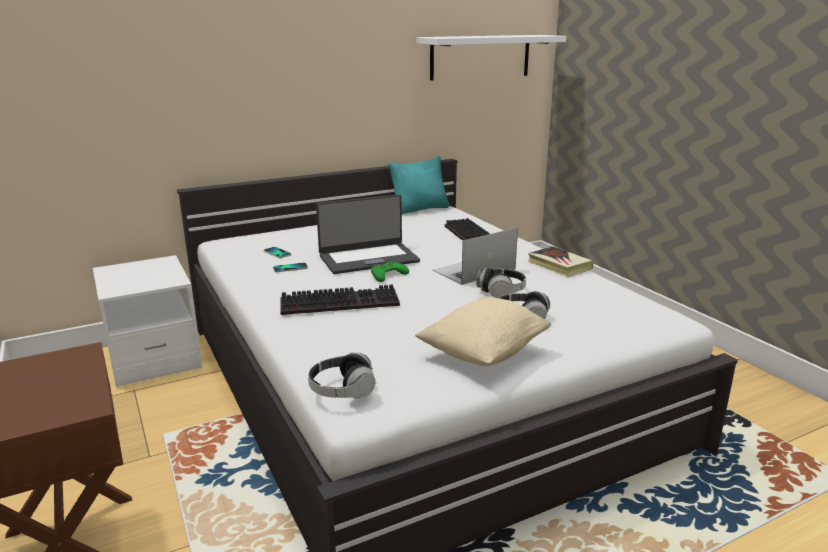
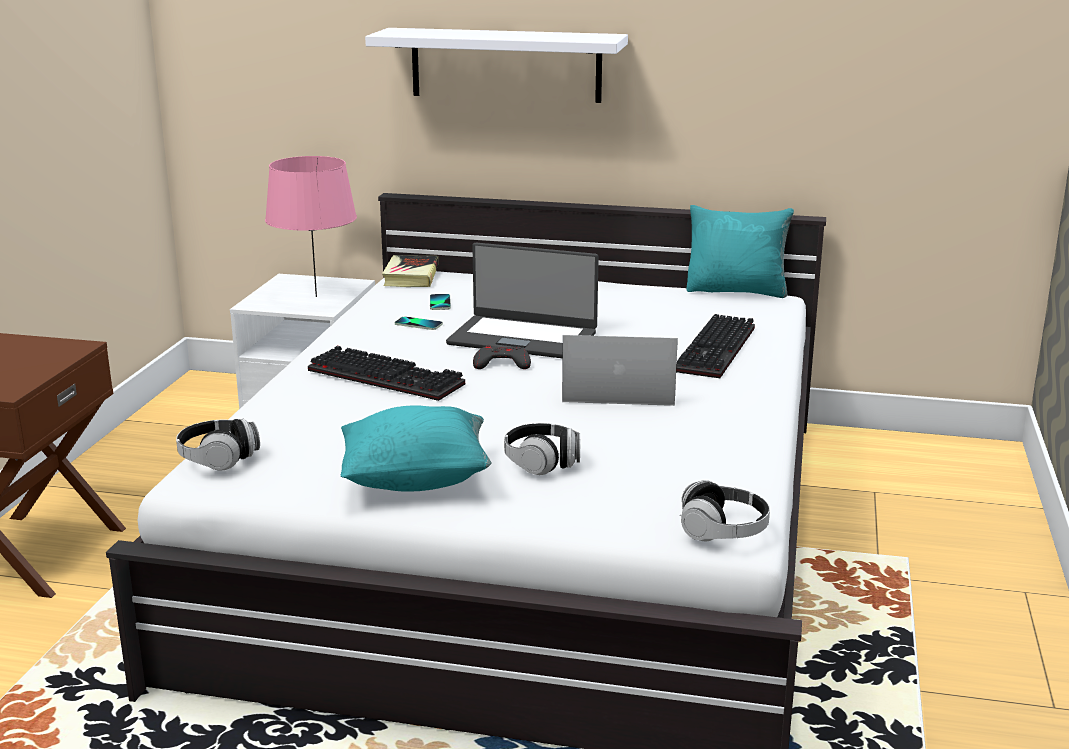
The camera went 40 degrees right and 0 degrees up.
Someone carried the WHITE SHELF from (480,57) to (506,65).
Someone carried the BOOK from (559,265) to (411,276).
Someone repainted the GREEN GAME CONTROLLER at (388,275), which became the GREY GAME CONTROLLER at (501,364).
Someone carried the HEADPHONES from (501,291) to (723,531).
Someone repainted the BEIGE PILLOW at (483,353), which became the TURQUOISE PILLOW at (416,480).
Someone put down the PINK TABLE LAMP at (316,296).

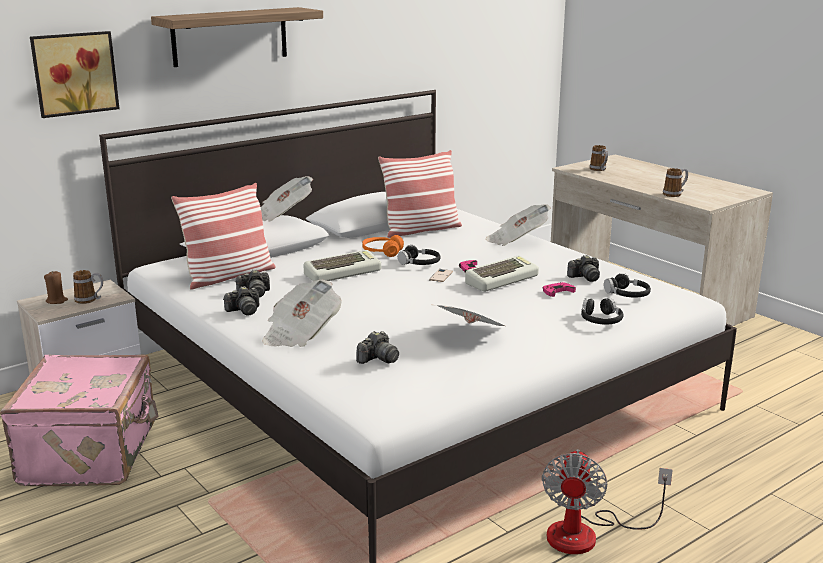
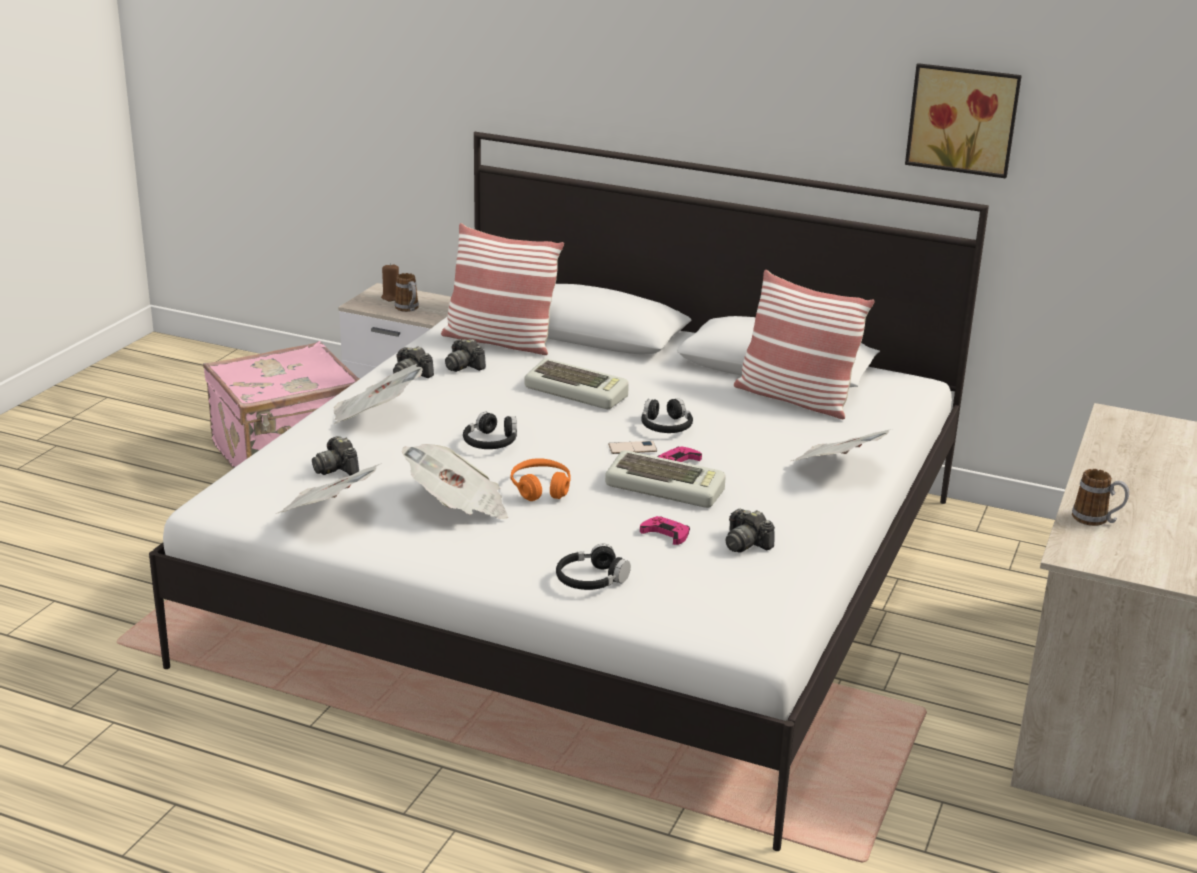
The camera went 60 degrees right and 5 degrees up.
Someone took away the SHELF at (230,36).
Someone carried the PICTURE from (74,73) to (963,119).
Someone took away the MUG at (599,170).
Someone carried the NEWSPAPER from (282,216) to (330,514).
Someone carried the ORANGE HEADPHONES from (382,252) to (540,489).
Someone carried the BLACK HEADPHONES from (627,294) to (491,442).
Someone rotated the PHOTO CAMERA at (378,359) by 45 degrees clockwise.
Someone took away the FAN at (587,534).

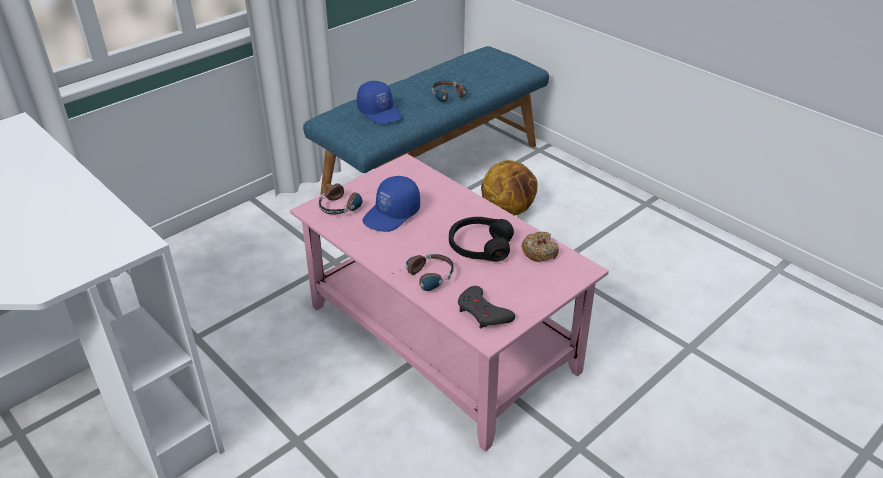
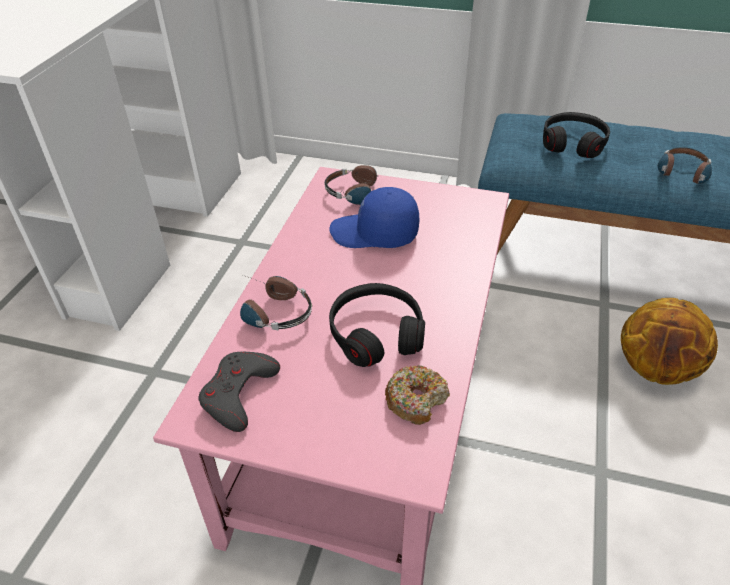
The camera went 60 degrees right and 5 degrees up.
Someone swapped the BLUE CAP at (380,112) for the BLACK HEADPHONES at (573,143).

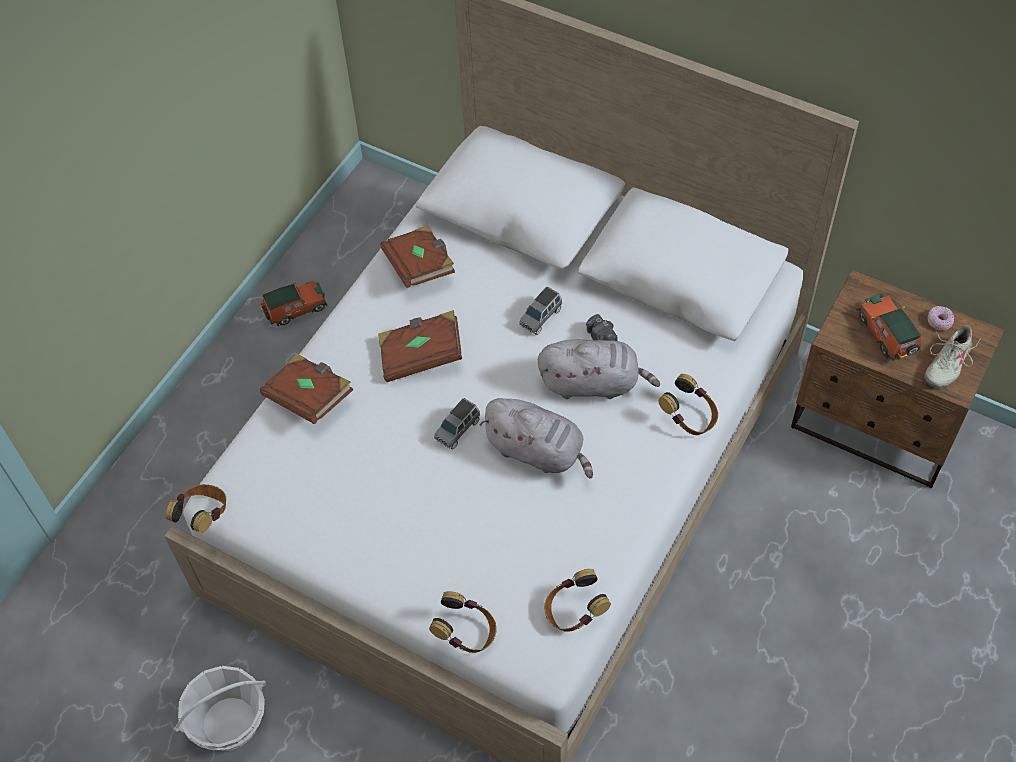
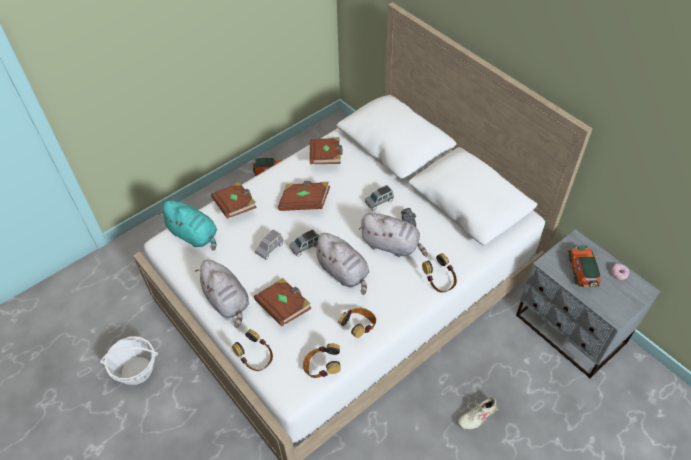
The camera went 20 degrees right and 5 degrees down.
Someone repainted the BROWN NIGHTSTAND at (877,424), which became the GREY NIGHTSTAND at (570,330).
Someone carried the BEIGE SHOE from (947,363) to (477,416).
Someone carried the HEADPHONES from (203,515) to (359,327).
Someone put down the TURQUOISE PLUSH TOY at (194,235).
Someone put down the GREY TOY CAR at (270,248).
Someone put down the GREY PLUSH TOY at (227,301).
Someone put down the BROWN BOOK at (284,307).

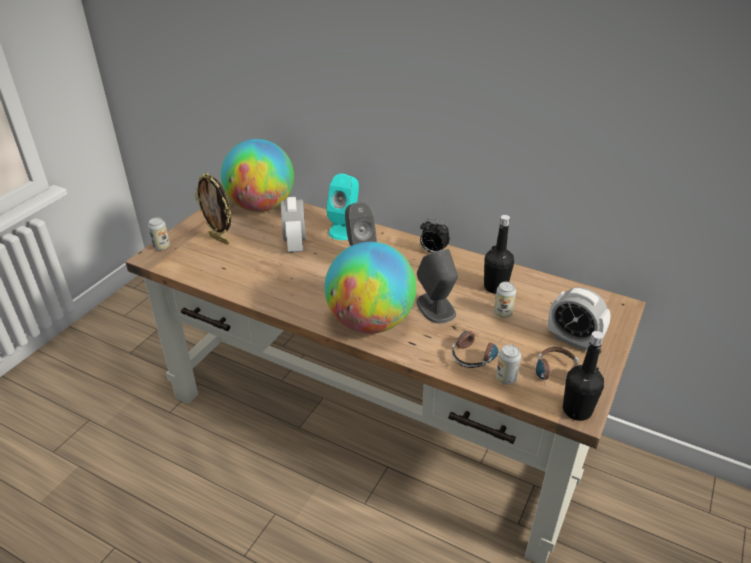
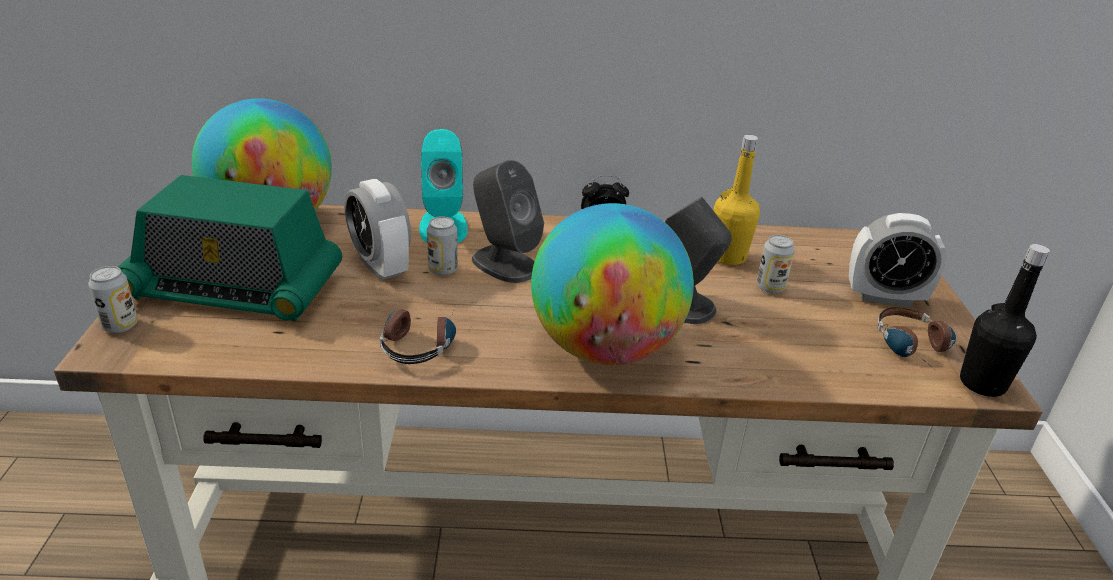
The camera went 30 degrees left and 5 degrees down.
Someone swapped the PICTURE FRAME at (220,239) for the RADIO at (234,288).
Someone repainted the BLACK BOTTLE at (495,287), which became the YELLOW BOTTLE at (728,257).
Someone carried the HEADPHONES from (476,353) to (420,341).
Someone carried the CAN from (506,378) to (443,270).

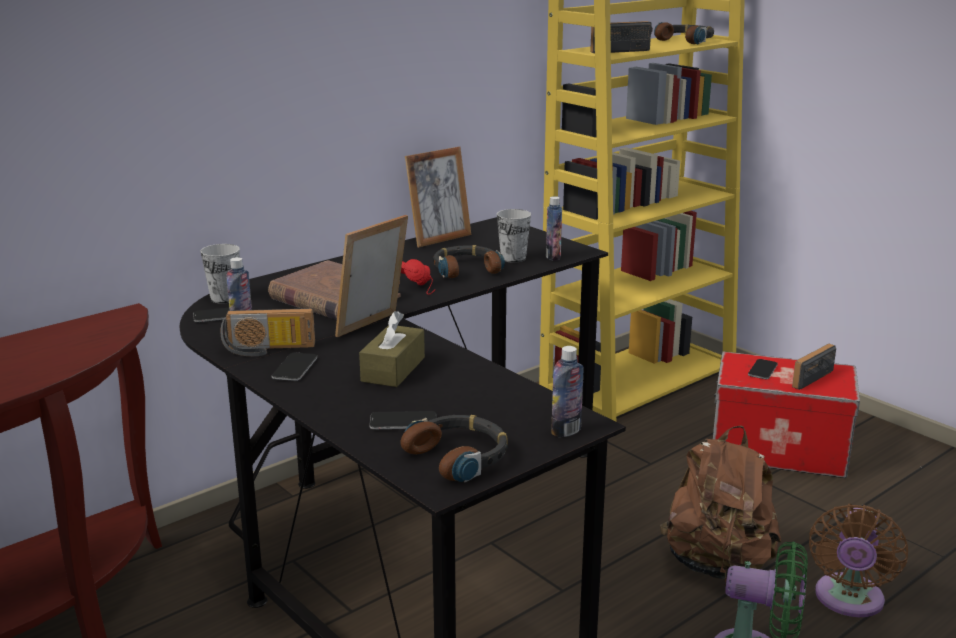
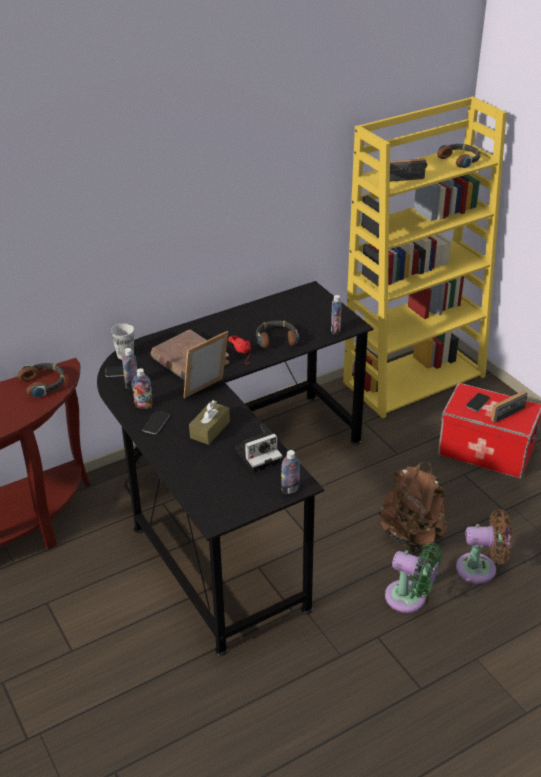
The camera went 10 degrees right and 15 degrees up.
Someone took away the PICTURE FRAME at (439,239).
Someone took away the CUP at (513,258).
Someone swapped the RADIO at (268,350) for the BOTTLE at (144,405).
Someone took away the PHONE at (403,422).
Someone carried the HEADPHONES from (459,456) to (44,383).
Someone rotated the BROWN FAN at (848,601) by 120 degrees counterclockwise.
Someone put down the PHOTO CAMERA at (260,454).

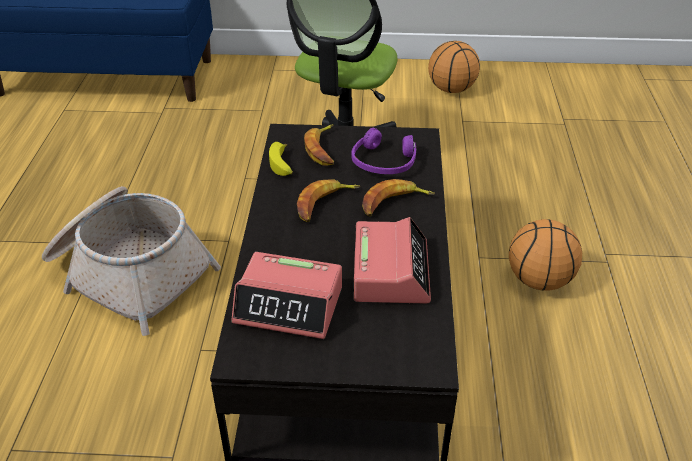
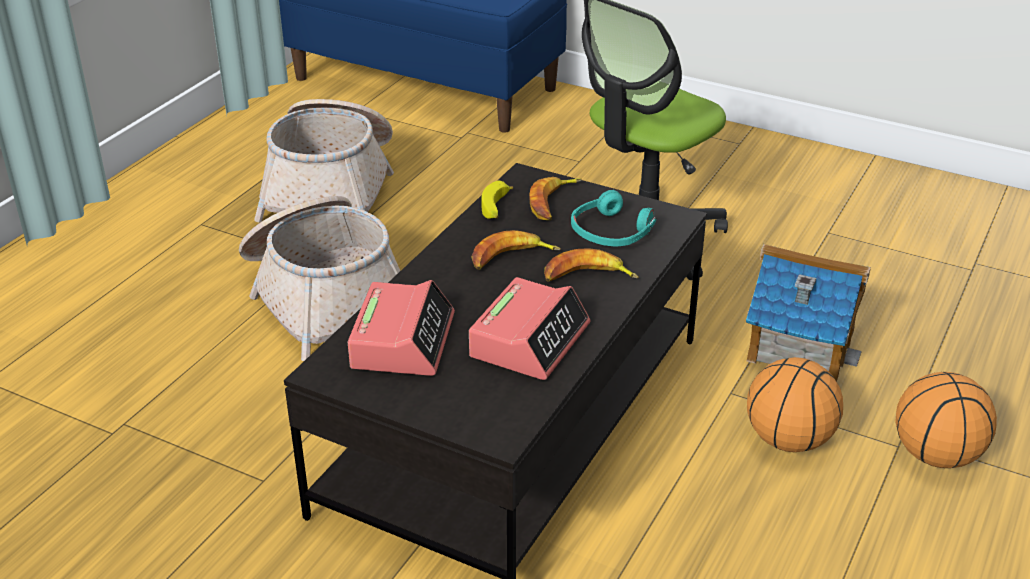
The camera went 25 degrees right and 5 degrees down.
Someone carried the BASKETBALL from (451,90) to (935,456).
Someone repainted the PURPLE HEADPHONES at (384,162), which became the TURQUOISE HEADPHONES at (611,232).
Someone rotated the ALARM CLOCK at (289,305) by 120 degrees counterclockwise.
Someone put down the BASKET at (332,187).
Someone put down the TOY HOUSE at (800,345).

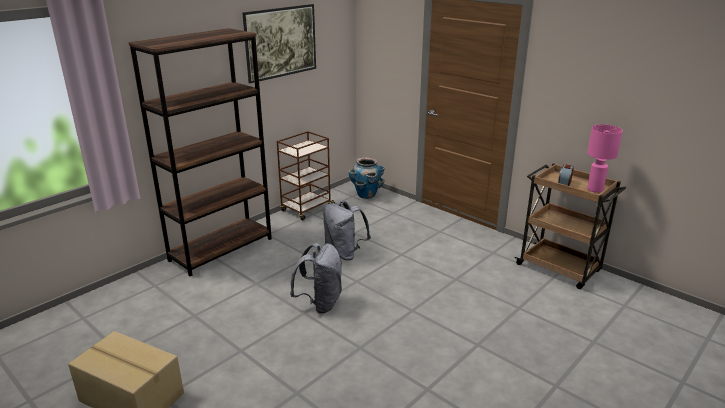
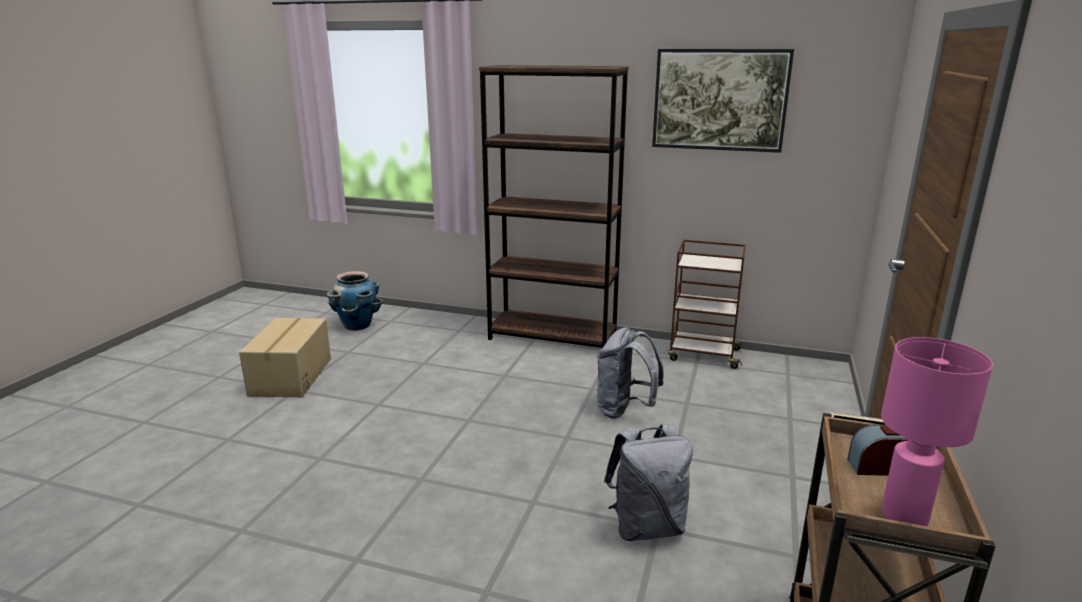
The camera went 65 degrees right and 5 degrees down.
Someone carried the PLANTER from (366,195) to (357,325).
Someone carried the GREY BACKPACK from (320,303) to (646,527).

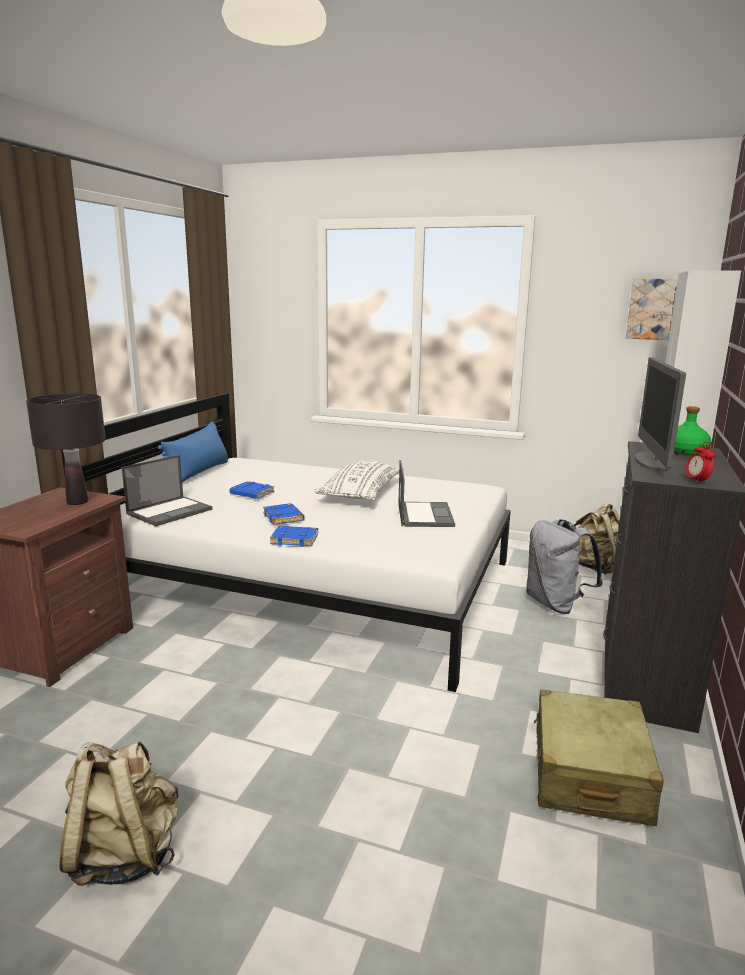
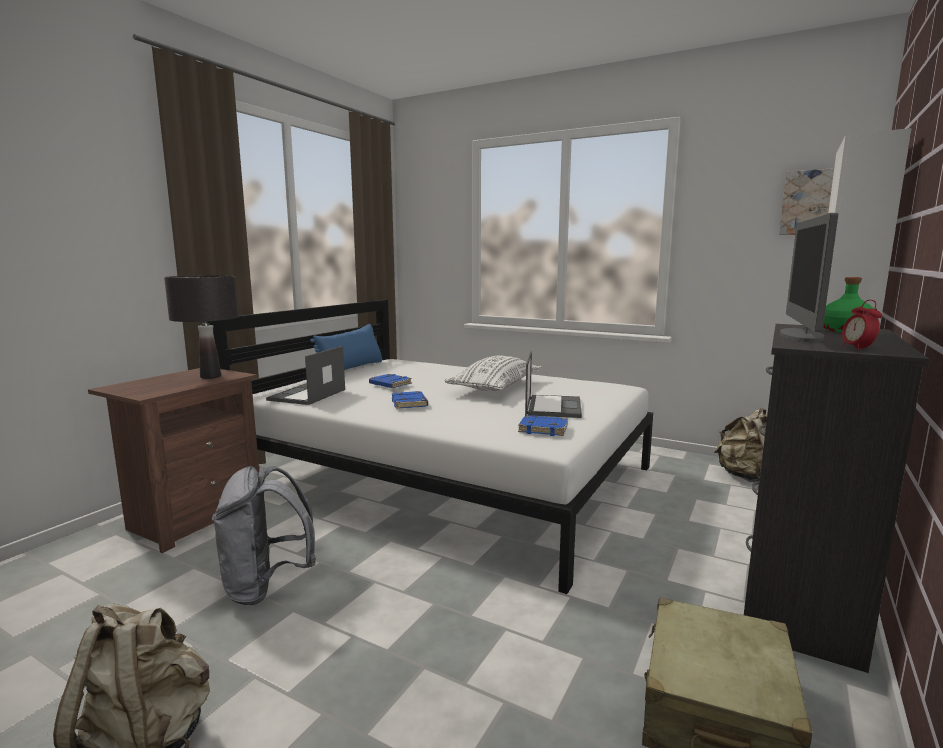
The camera went 10 degrees right and 5 degrees down.
Someone rotated the LAPTOP at (170,511) by 150 degrees clockwise.
Someone carried the GREY BACKPACK from (556,604) to (267,586).
Someone carried the BLUE BOOK from (295,539) to (544,429).

